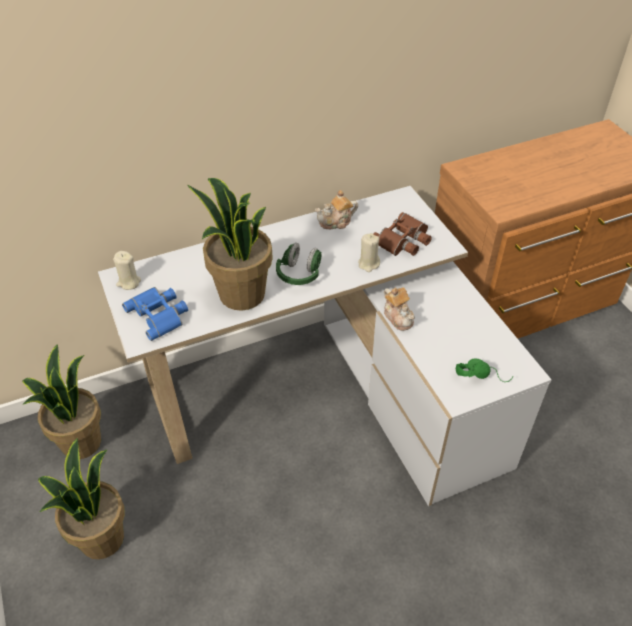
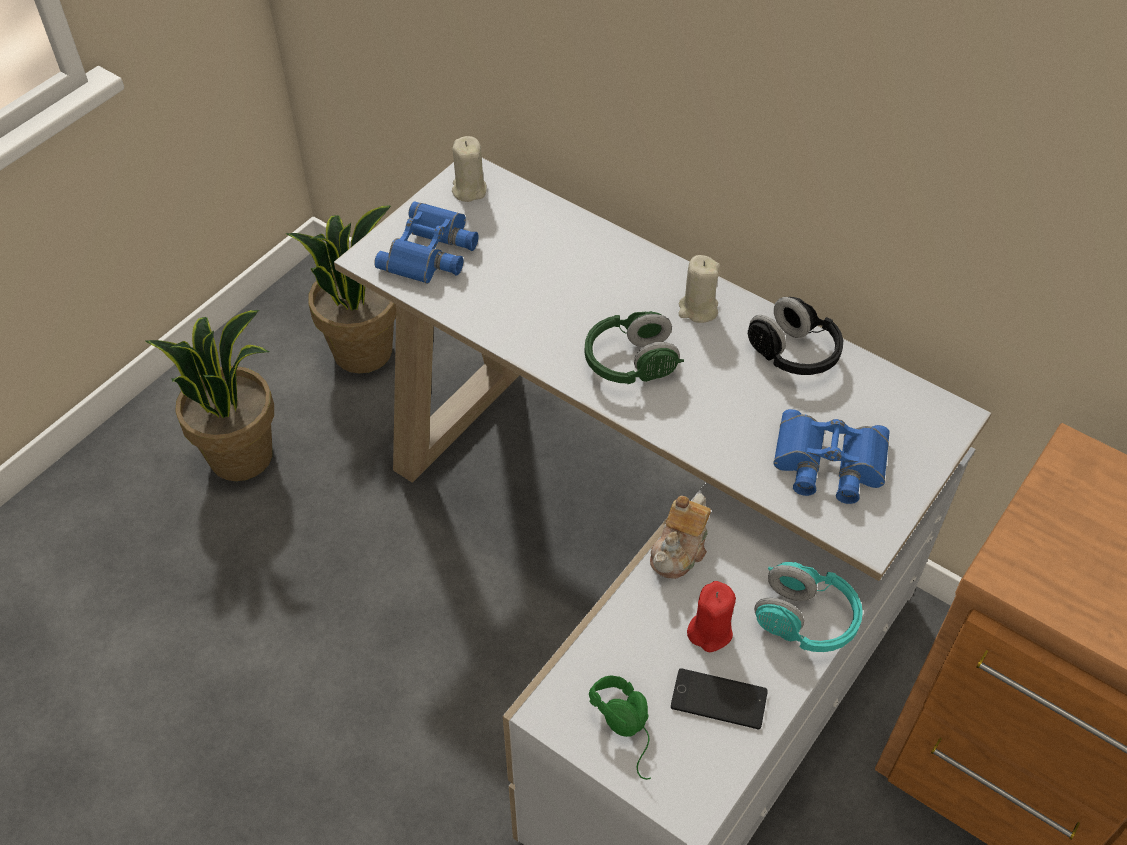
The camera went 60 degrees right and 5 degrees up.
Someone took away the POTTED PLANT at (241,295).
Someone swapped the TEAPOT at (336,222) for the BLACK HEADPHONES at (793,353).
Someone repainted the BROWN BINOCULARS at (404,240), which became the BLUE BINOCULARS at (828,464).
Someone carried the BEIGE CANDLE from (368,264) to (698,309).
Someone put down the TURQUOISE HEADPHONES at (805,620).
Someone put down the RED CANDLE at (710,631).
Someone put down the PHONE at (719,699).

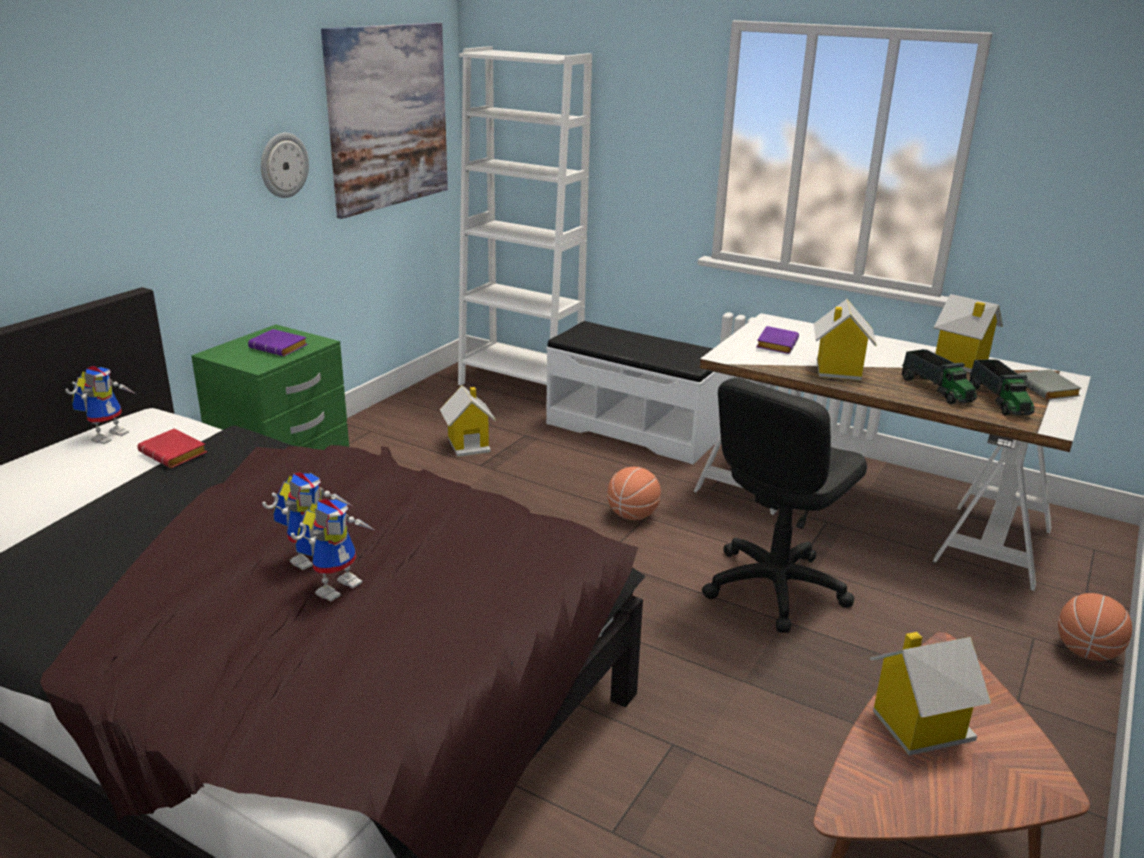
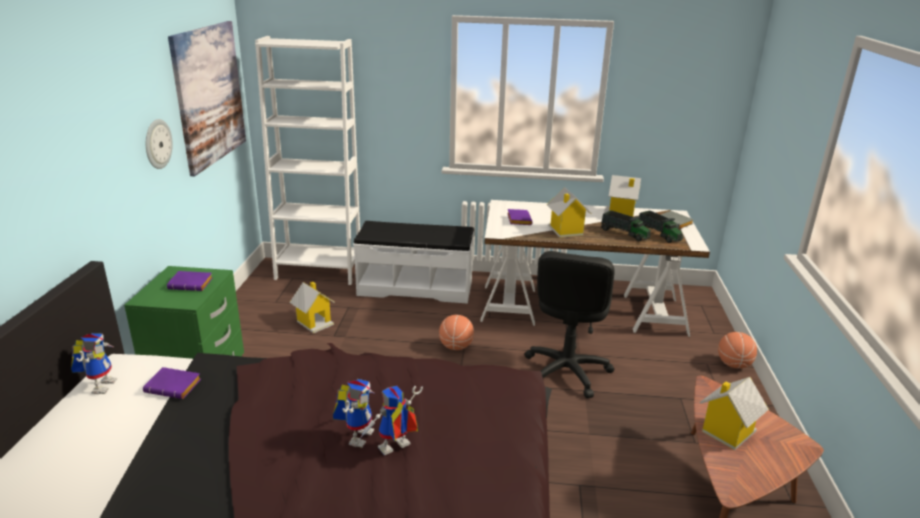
The camera went 25 degrees left and 0 degrees up.
Someone repainted the RED BOOK at (176,454), which became the PURPLE BOOK at (175,386).
Someone rotated the TOY ROBOT at (337,584) by 135 degrees counterclockwise.

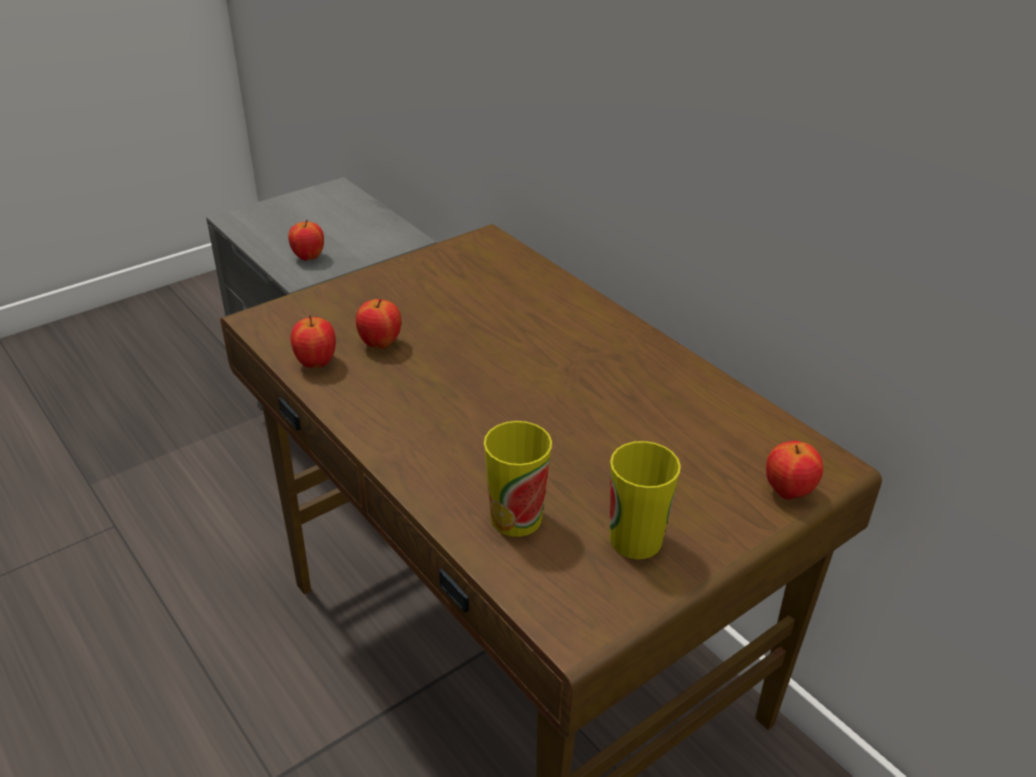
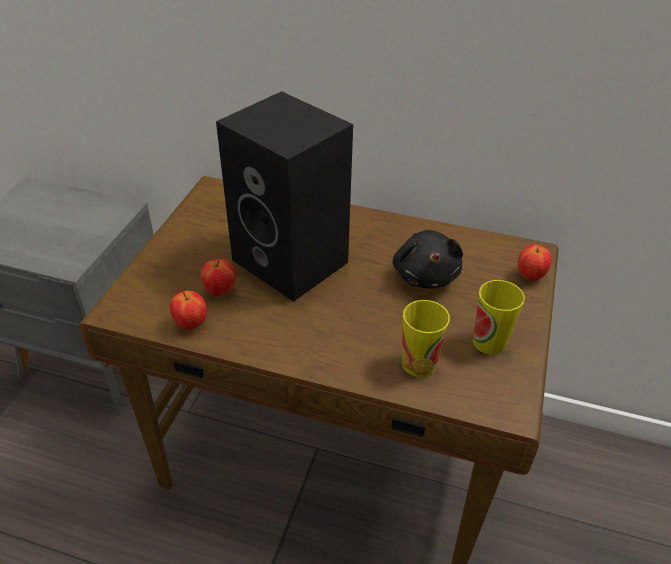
The camera went 35 degrees left and 5 degrees up.
Someone took away the APPLE at (308,257).
Someone put down the BLACK SPEAKER at (293,261).
Someone put down the BLACK PLUSH TOY at (425,274).

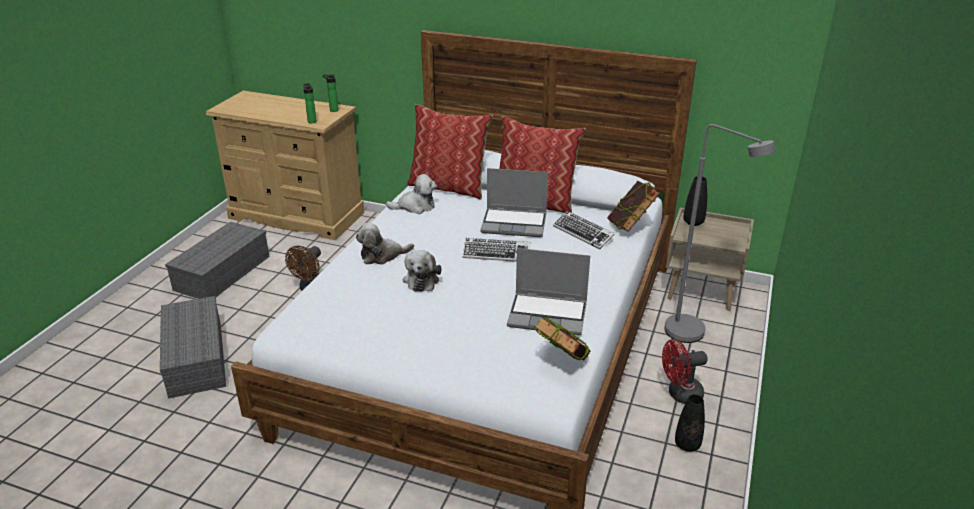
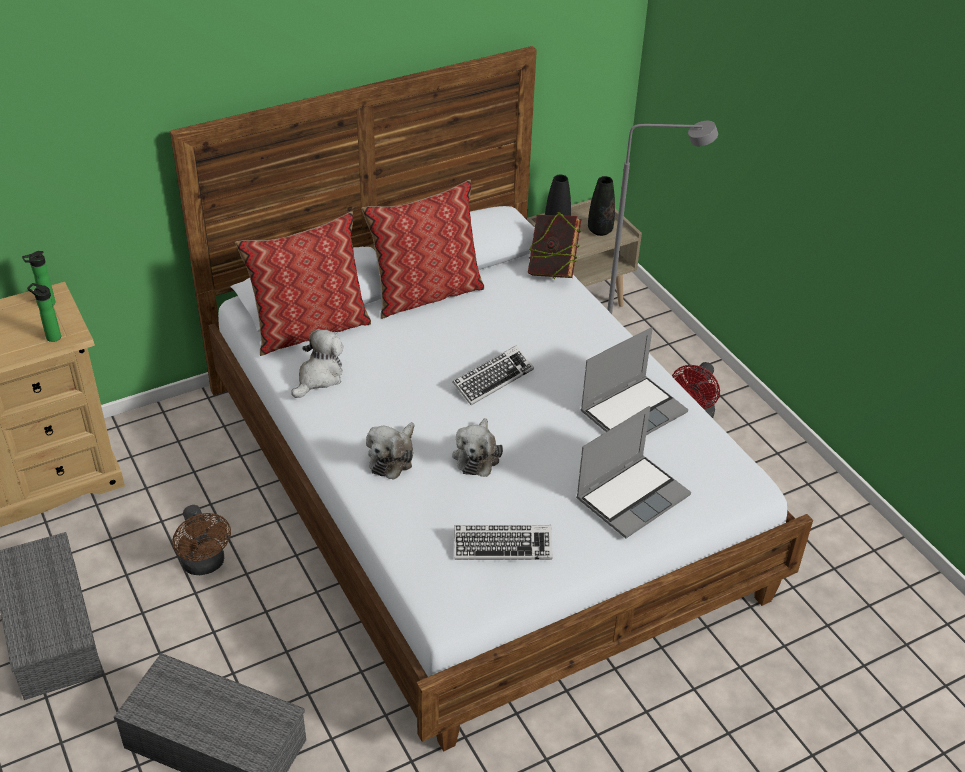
The camera went 50 degrees left and 10 degrees up.
Someone carried the LAPTOP from (515,223) to (632,496).
Someone carried the KEYBOARD from (583,233) to (502,546).
Someone rotated the PLUSH TOY at (421,279) by 60 degrees clockwise.
Someone took away the BOOK at (561,363).
Someone carried the BLACK VASE from (687,445) to (600,230).

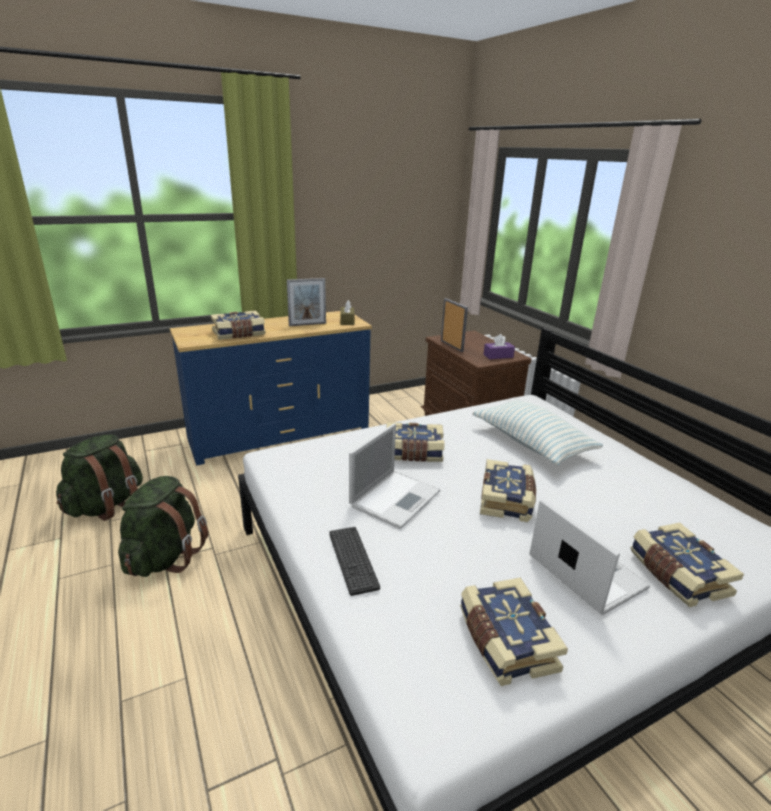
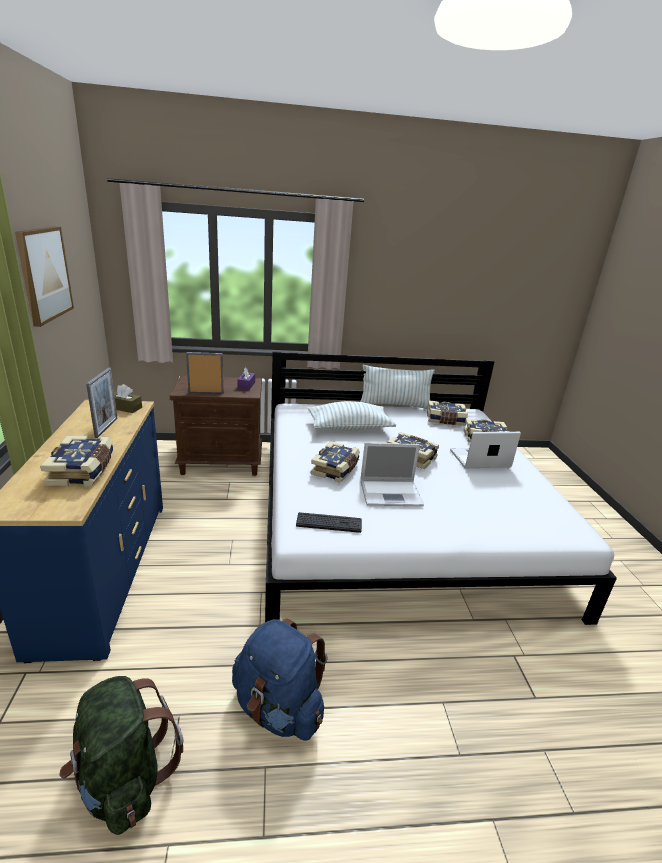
The camera went 70 degrees left and 0 degrees up.
Someone rotated the LAPTOP at (396,497) by 120 degrees clockwise.
Someone repainted the GREEN BACKPACK at (165,557), which became the BLUE BACKPACK at (278,708).
Someone carried the KEYBOARD from (353,560) to (329,523).
Someone carried the BOOK from (504,641) to (445,420).
Someone put up the PICTURE at (44,274).
Someone put down the PILLOW at (394,405).

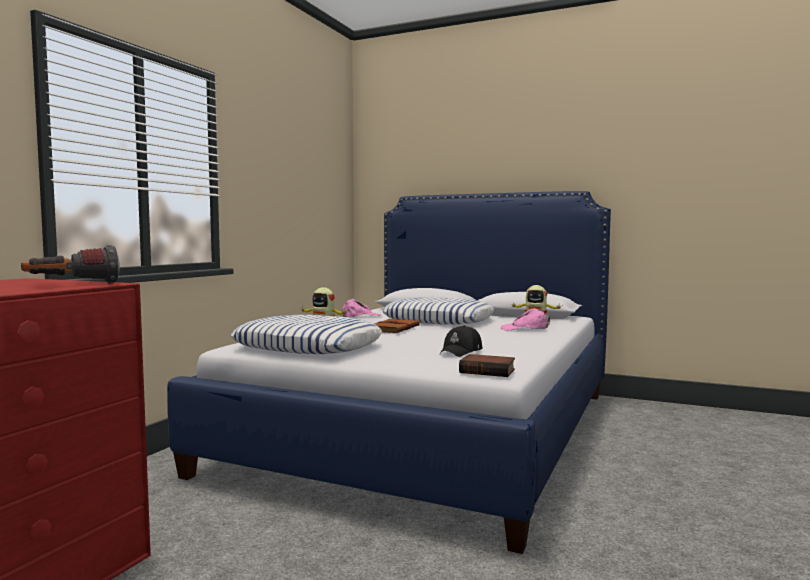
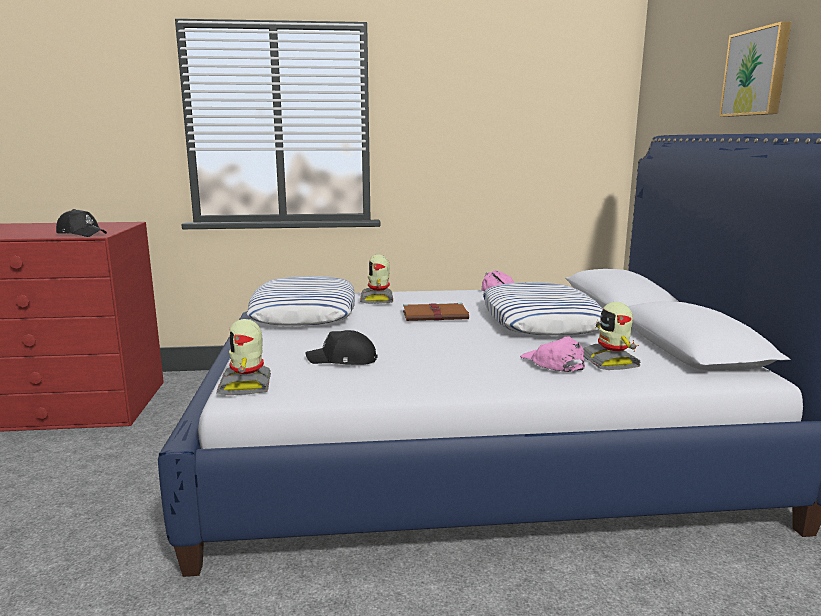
The camera went 60 degrees right and 10 degrees up.
Someone swapped the FLASHLIGHT at (73,285) for the BLACK CAP at (82,234).
Someone swapped the BOOK at (488,371) for the TOY ROBOT at (247,385).
Someone put up the PICTURE at (757,72).

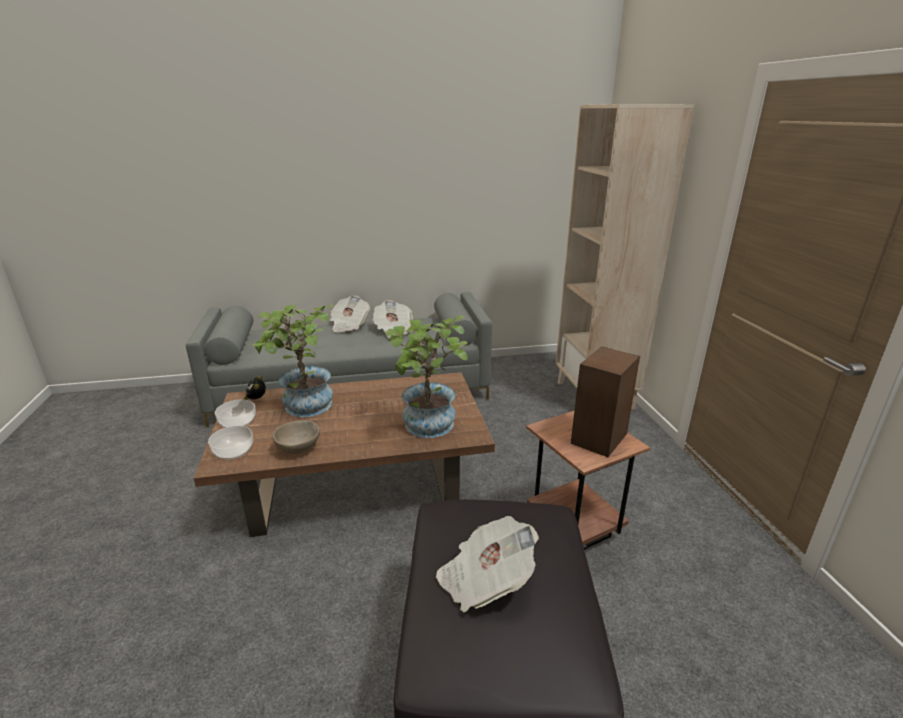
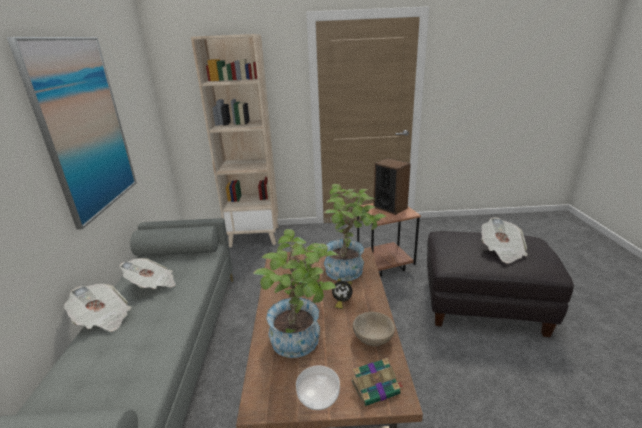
The camera went 80 degrees left and 0 degrees up.
Someone carried the ALARM CLOCK from (256,400) to (341,302).
Someone swapped the BOWL at (234,451) for the BOOK at (376,387).
Someone put up the PICTURE at (84,128).

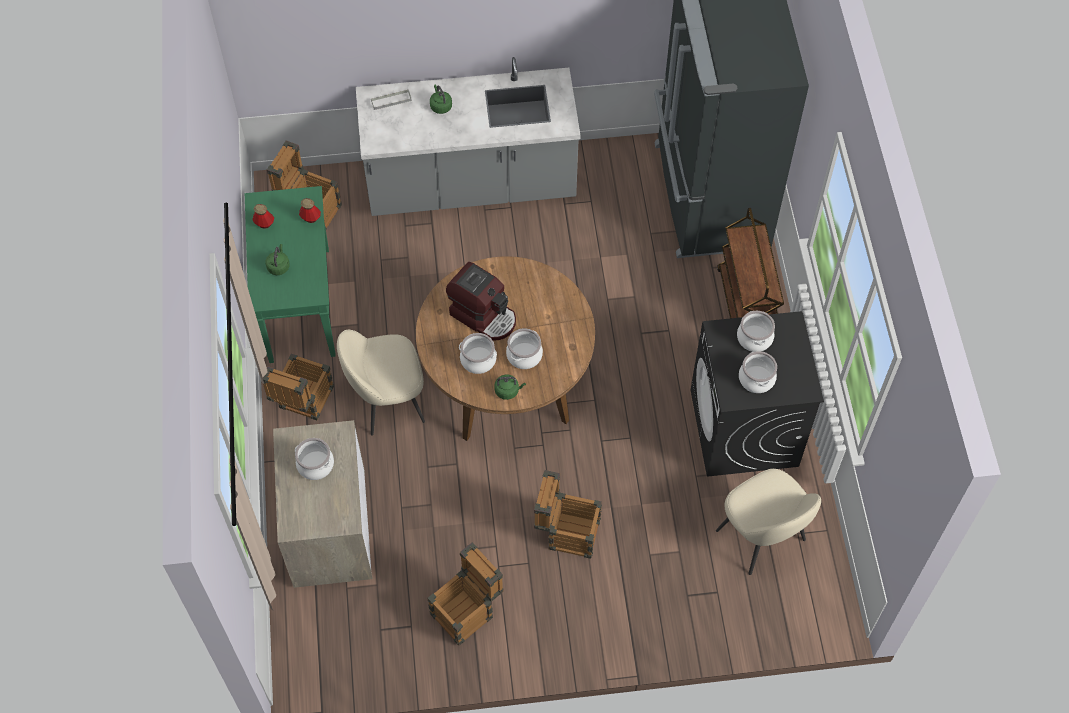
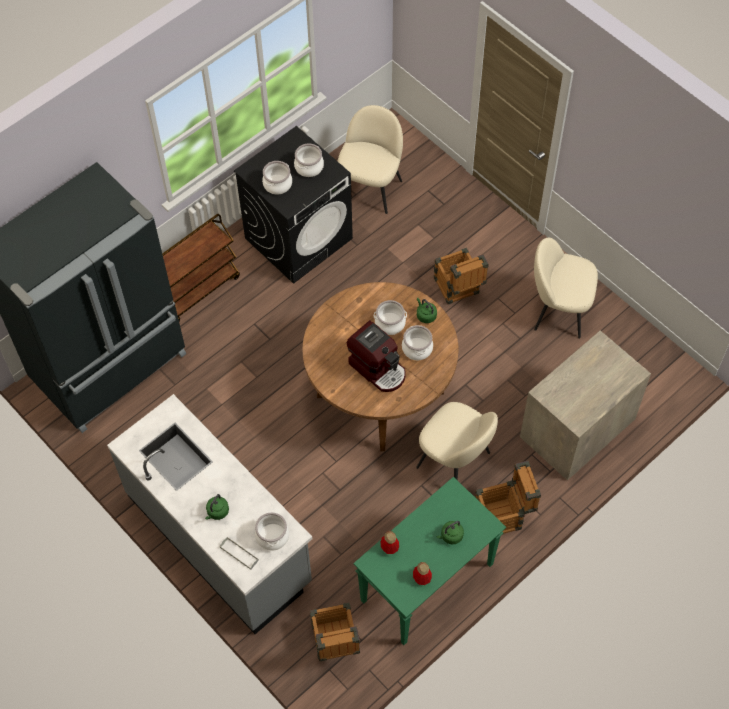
The camera went 125 degrees left and 0 degrees up.
Someone rotated the COFFEE MACHINE at (484,315) by 135 degrees clockwise.
Someone carried the COOKING POT from (315,464) to (272,536).
Someone swapped the CRATE at (467,611) for the BEIGE CHAIR at (559,310).

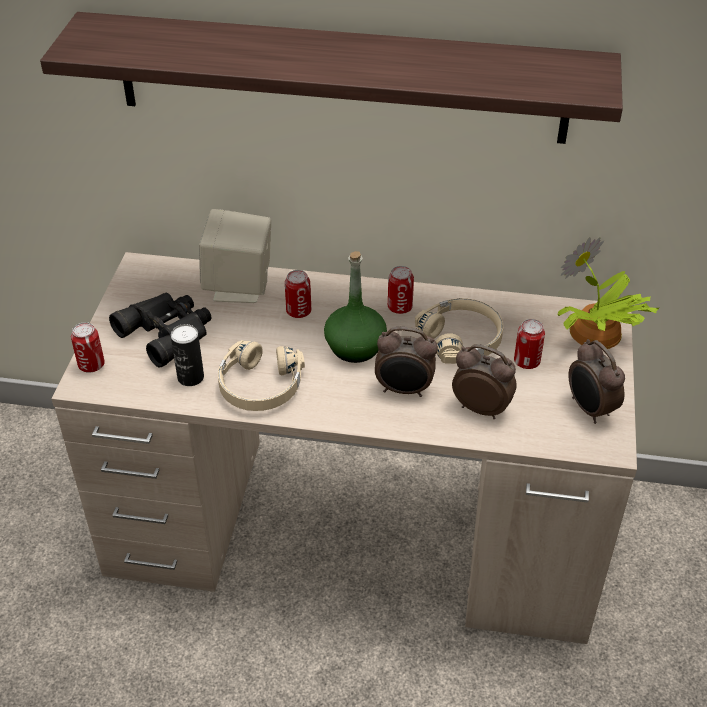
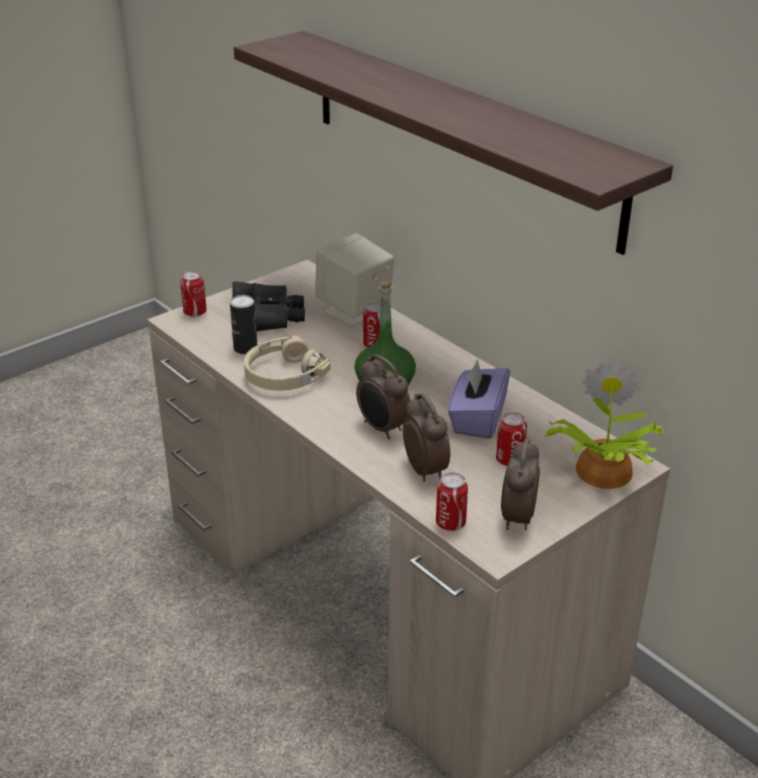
The camera went 40 degrees right and 10 degrees down.
Someone carried the CAN from (400,307) to (450,523).
Someone swapped the BEIGE HEADPHONES at (462,339) for the PURPLE TISSUE BOX at (477,419).

